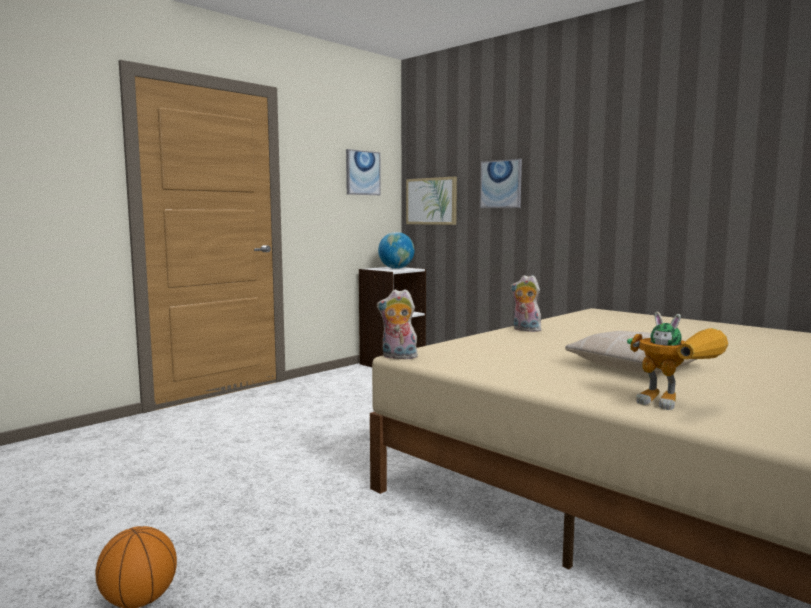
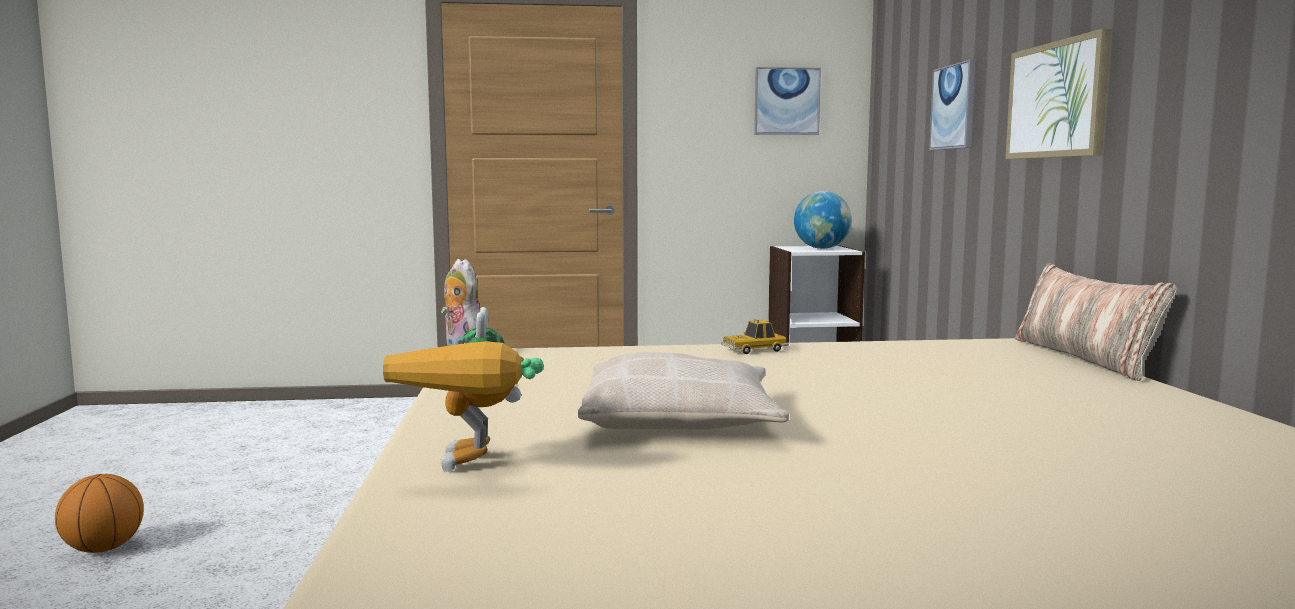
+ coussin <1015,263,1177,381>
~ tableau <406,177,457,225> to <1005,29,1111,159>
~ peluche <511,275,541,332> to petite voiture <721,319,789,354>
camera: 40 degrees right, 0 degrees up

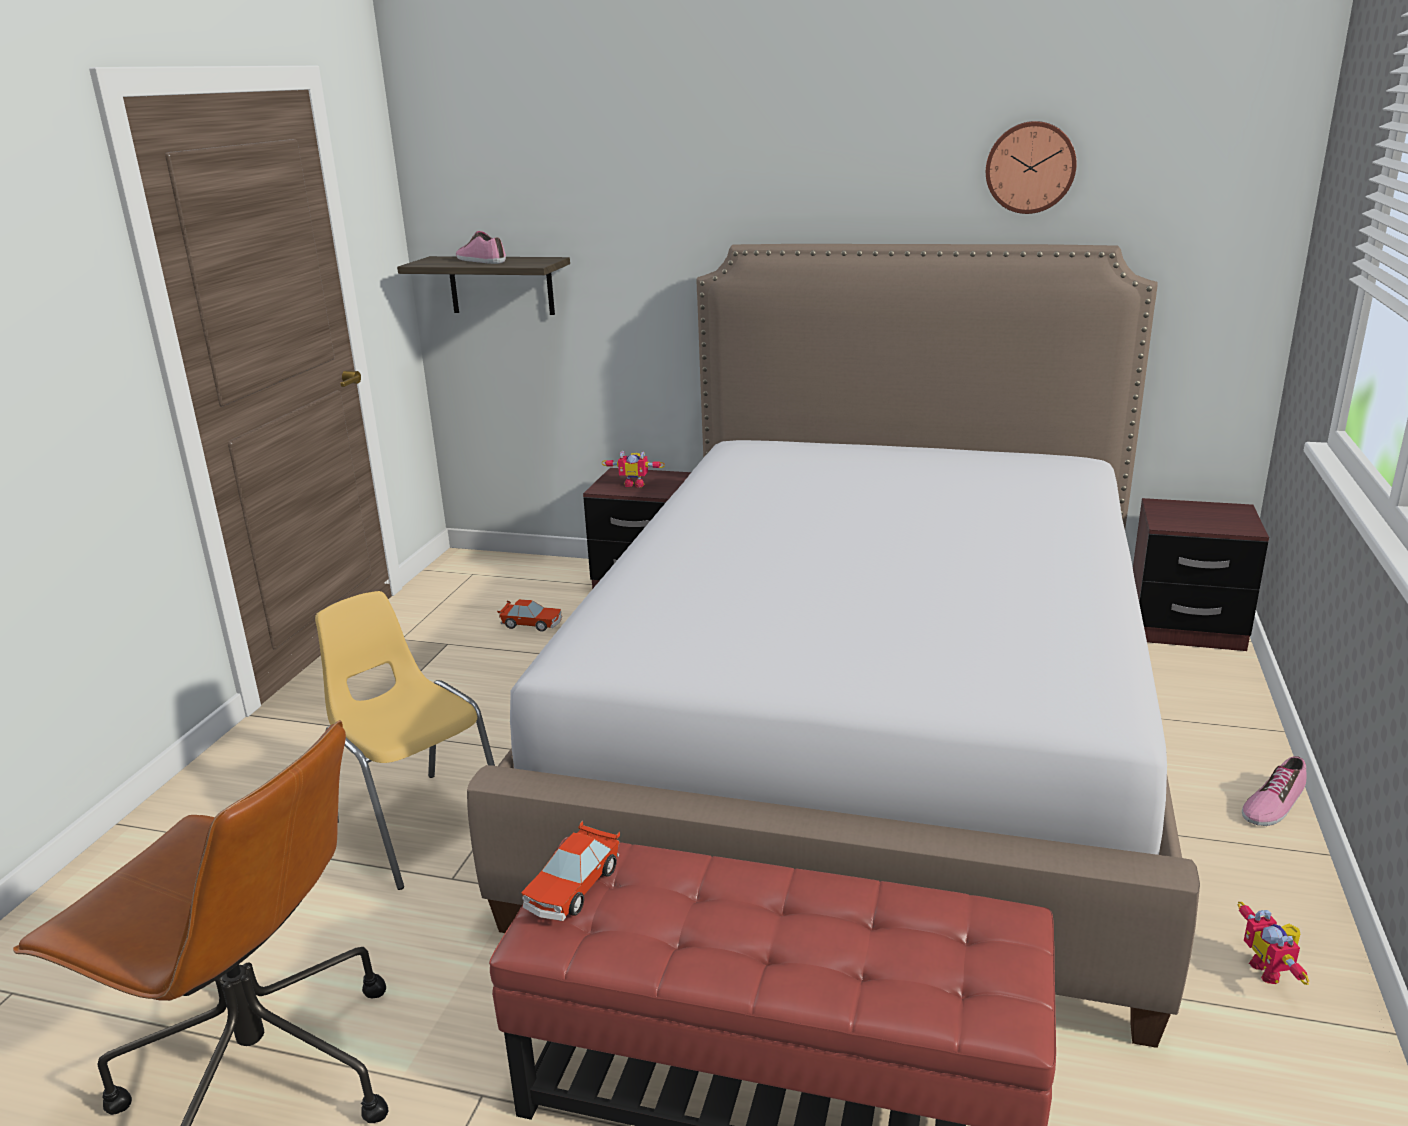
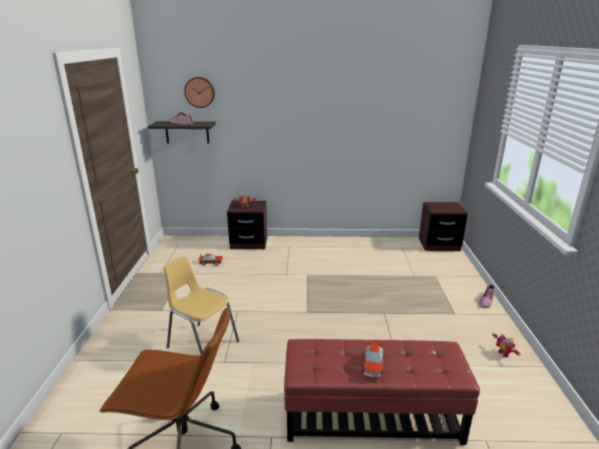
- lit <467,244,1200,1048>
~ petite voiture <521,821,620,921> to <363,340,384,377>
~ horloge murale <986,121,1077,214> to <184,77,215,108>
camera: 15 degrees left, 0 degrees up

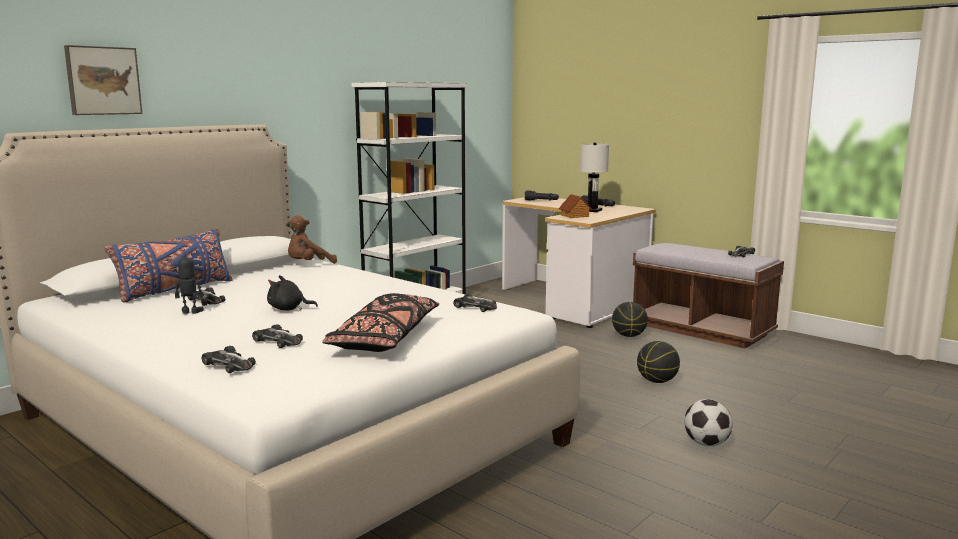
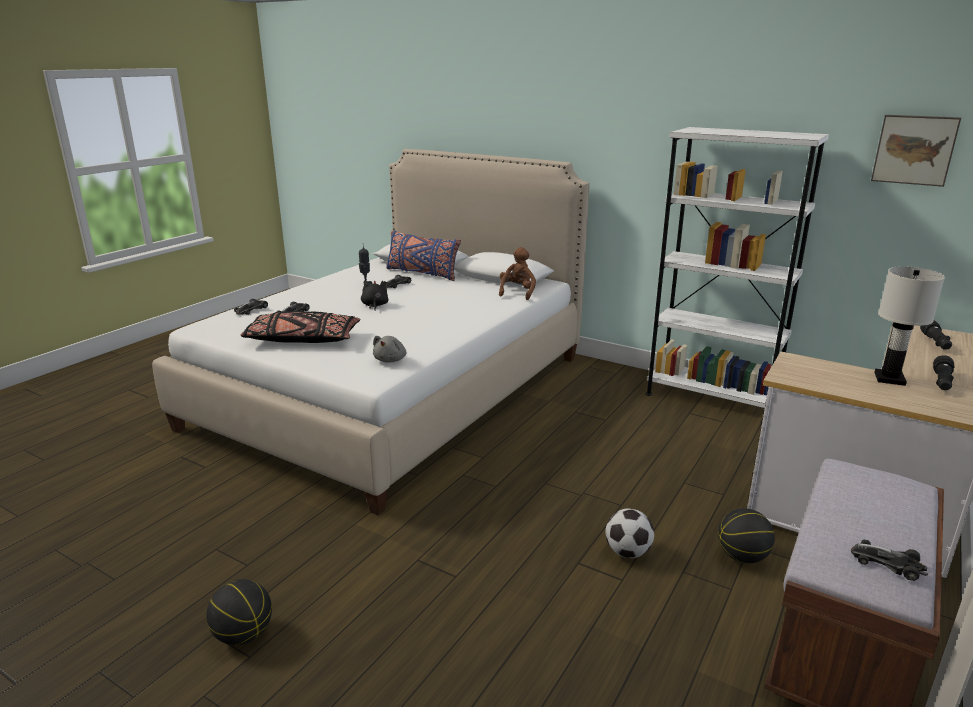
- maison miniature <559,194,593,218>
~ tableau <64,45,142,115> to <871,115,961,187>
~ ballon de basket <637,341,680,383> to <206,579,272,645>
~ ballon de foot <684,399,733,446> to <605,509,654,558>
~ petite voiture <453,294,497,312> to peluche (gris) <373,336,406,362>
~ peluche (marron) <286,215,337,264> = <499,247,536,300> 60 degrees clockwise
camera: 80 degrees right, 10 degrees up

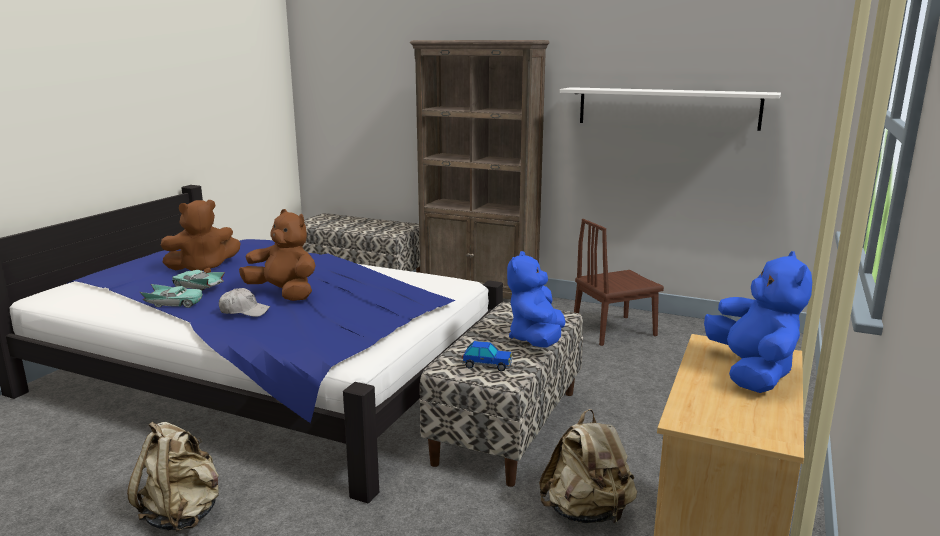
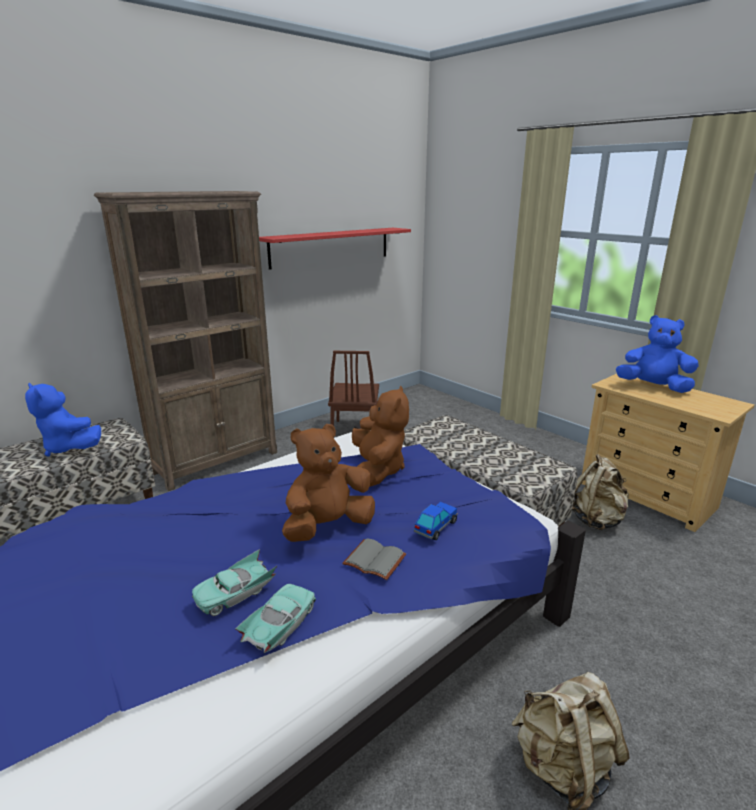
~ peluche (marron) <161,200,240,273> to <352,386,409,487>
~ petite voiture <462,341,512,372> to <414,502,458,540>
~ peluche (bleu) <507,251,565,347> to <25,383,101,457>
~ casquette (blanc) <219,288,270,317> to livre (gris) <342,539,406,580>
~ étagère (blanc) <560,87,781,131> to étagère (rouge) <259,228,411,270>
camera: 65 degrees left, 5 degrees up

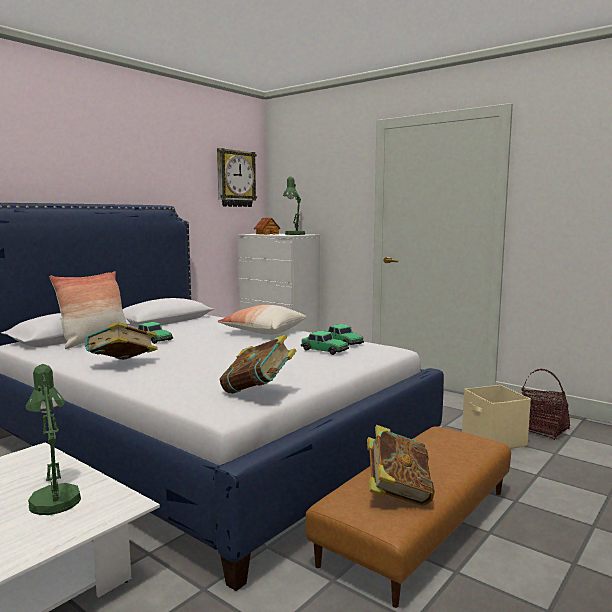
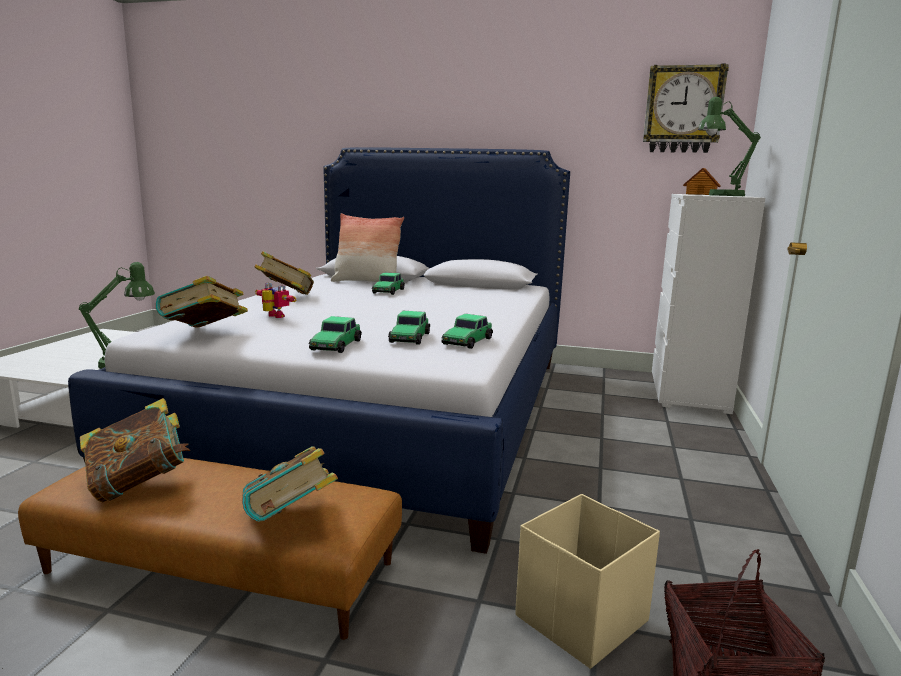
- coussin <218,305,307,334>
+ livre <242,446,338,522>
+ robot jouet <255,283,297,318>
+ petite voiture <309,316,362,353>
camera: 65 degrees right, 5 degrees up

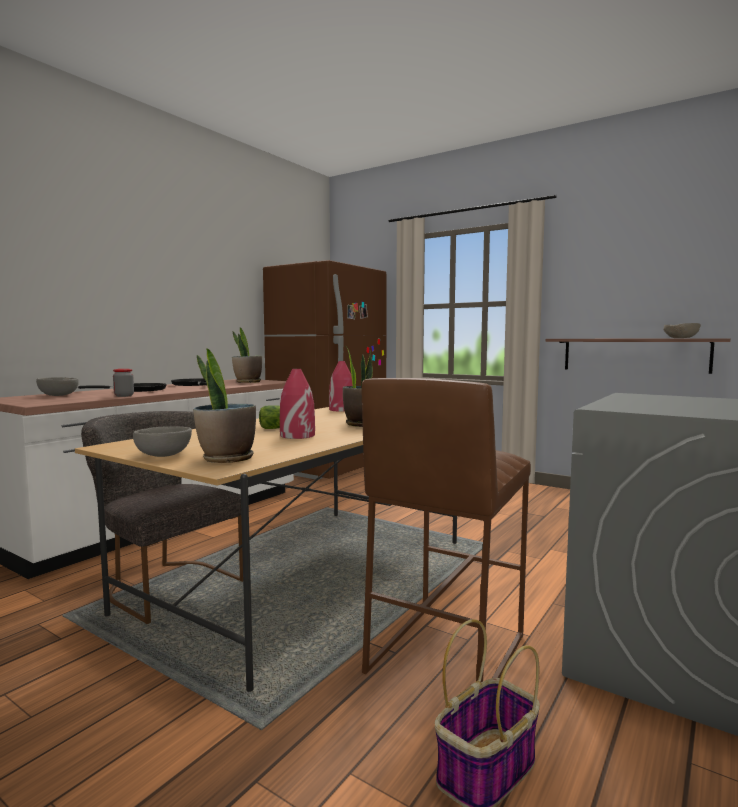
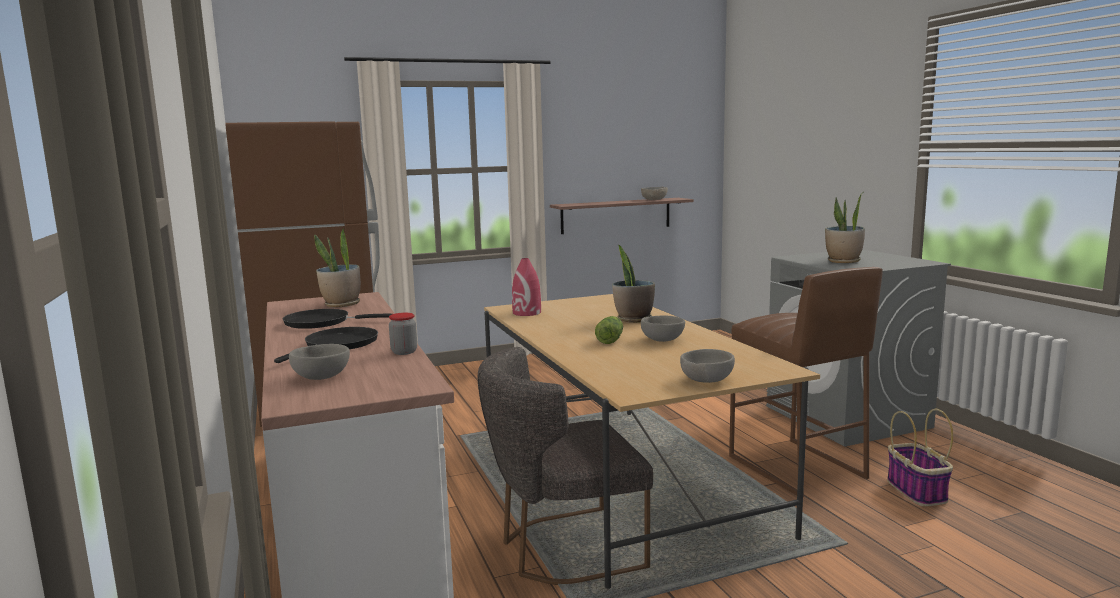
~ plante en pot <193,348,256,463> to <825,192,865,263>
~ vase (rouge) <280,369,315,439> to bol (gris) <641,315,685,342>
camera: 55 degrees left, 5 degrees up

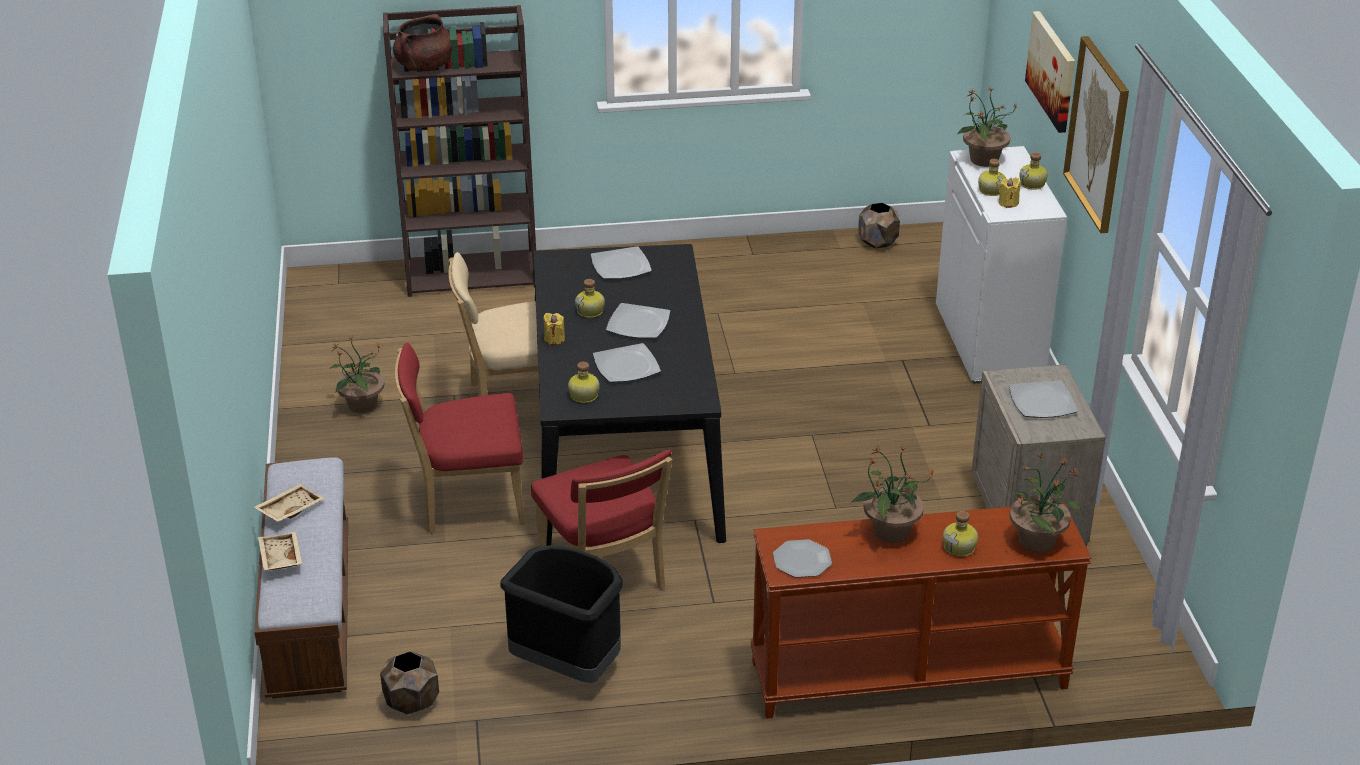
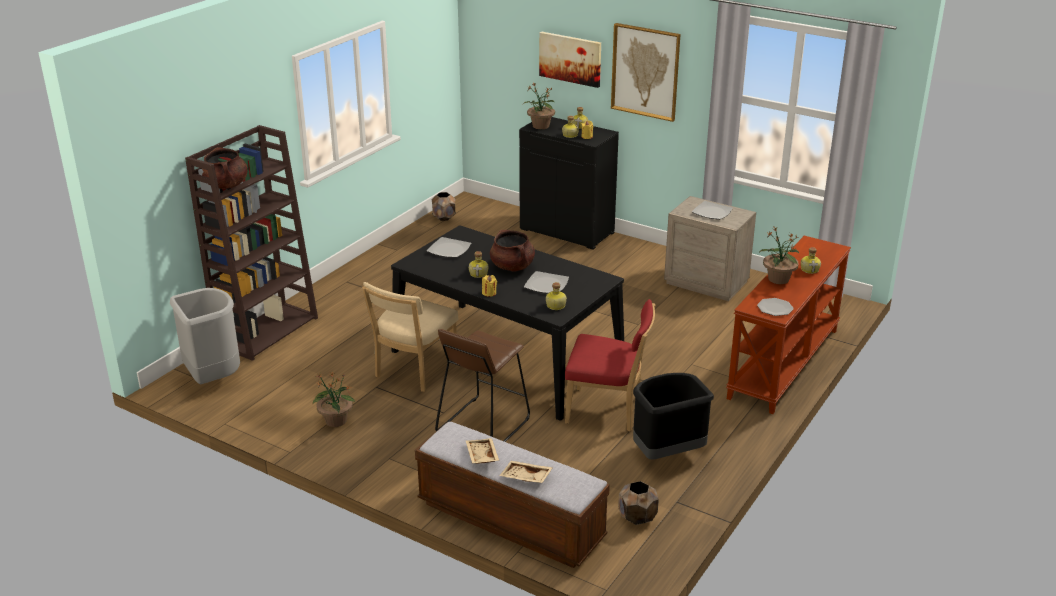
- plante en pot <1010,453,1082,552>
+ poubelle (gris) <170,288,240,384>
~ chaise (rouge) <395,342,525,533> to tabouret (marron) <435,329,530,442>
~ assiette <606,303,670,338> to marmite (marron) <490,230,535,271>
~ meuble de rangement (blanc) <936,146,1067,384> to meuble de rangement (noir) <519,117,619,250>
camera: 50 degrees left, 5 degrees down

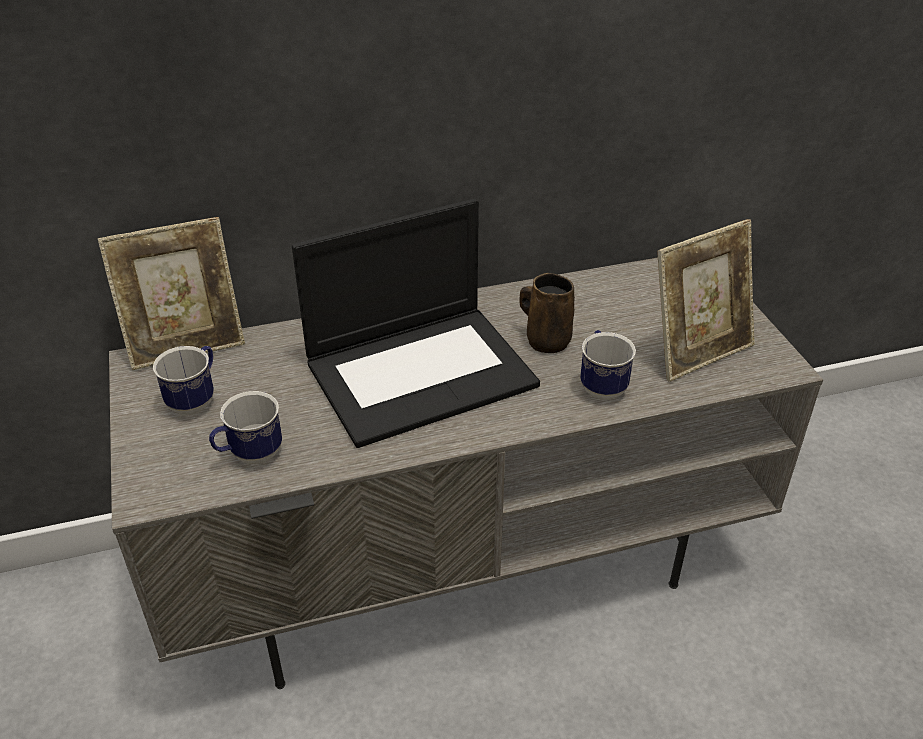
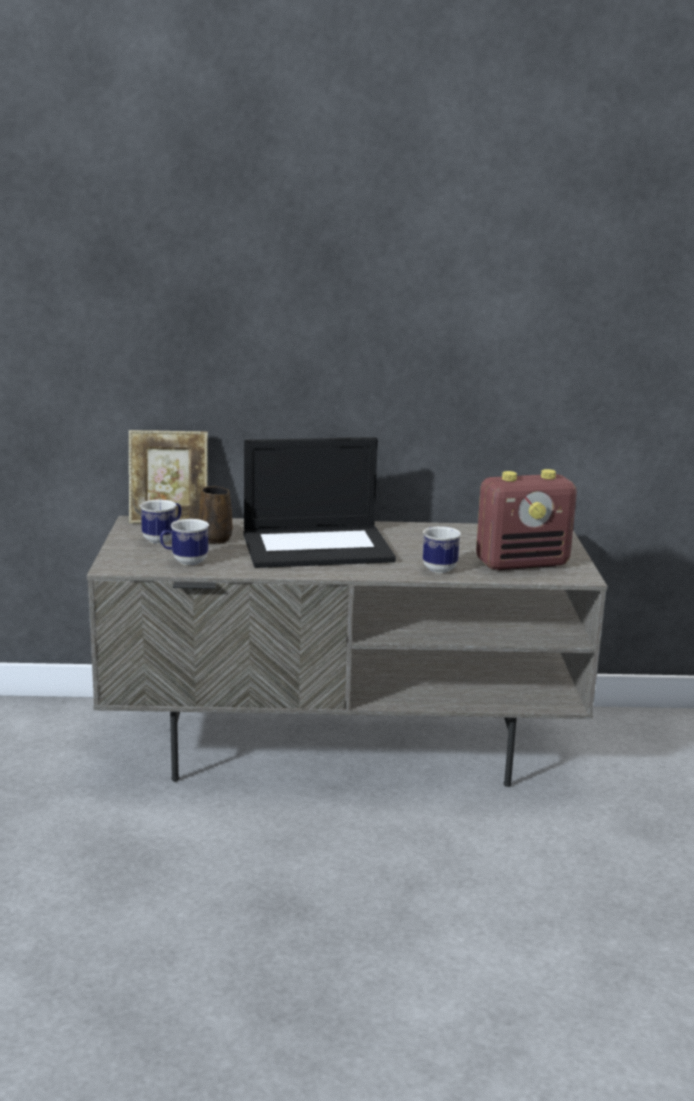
~ mug (marron) <519,273,575,353> to <199,486,233,544>
~ cadre photo <657,219,755,382> to radio <476,469,577,570>
camera: 15 degrees right, 20 degrees down

